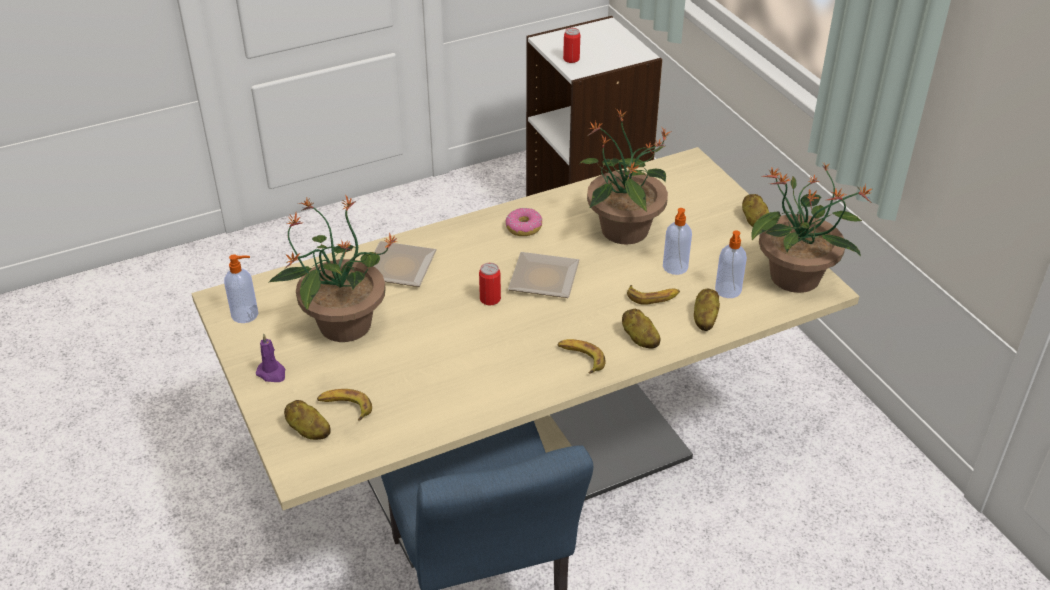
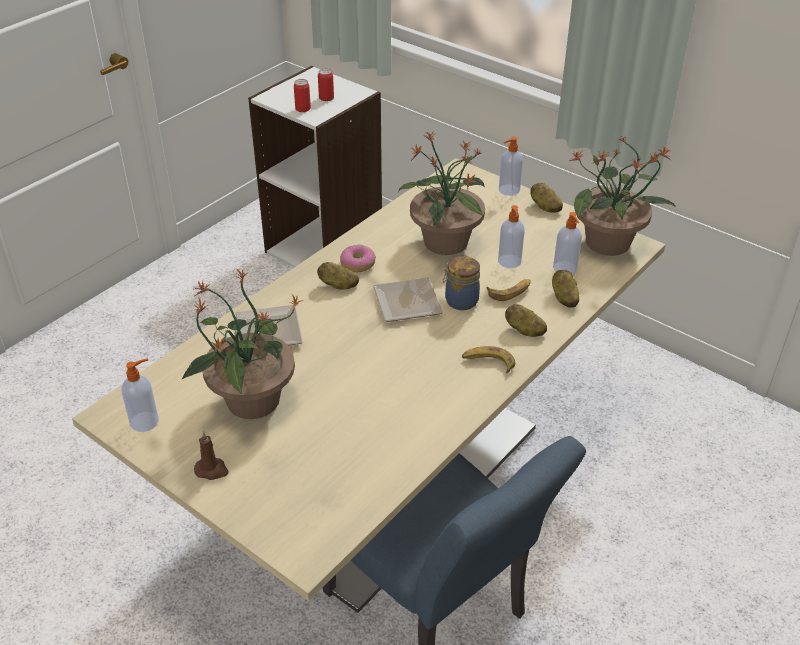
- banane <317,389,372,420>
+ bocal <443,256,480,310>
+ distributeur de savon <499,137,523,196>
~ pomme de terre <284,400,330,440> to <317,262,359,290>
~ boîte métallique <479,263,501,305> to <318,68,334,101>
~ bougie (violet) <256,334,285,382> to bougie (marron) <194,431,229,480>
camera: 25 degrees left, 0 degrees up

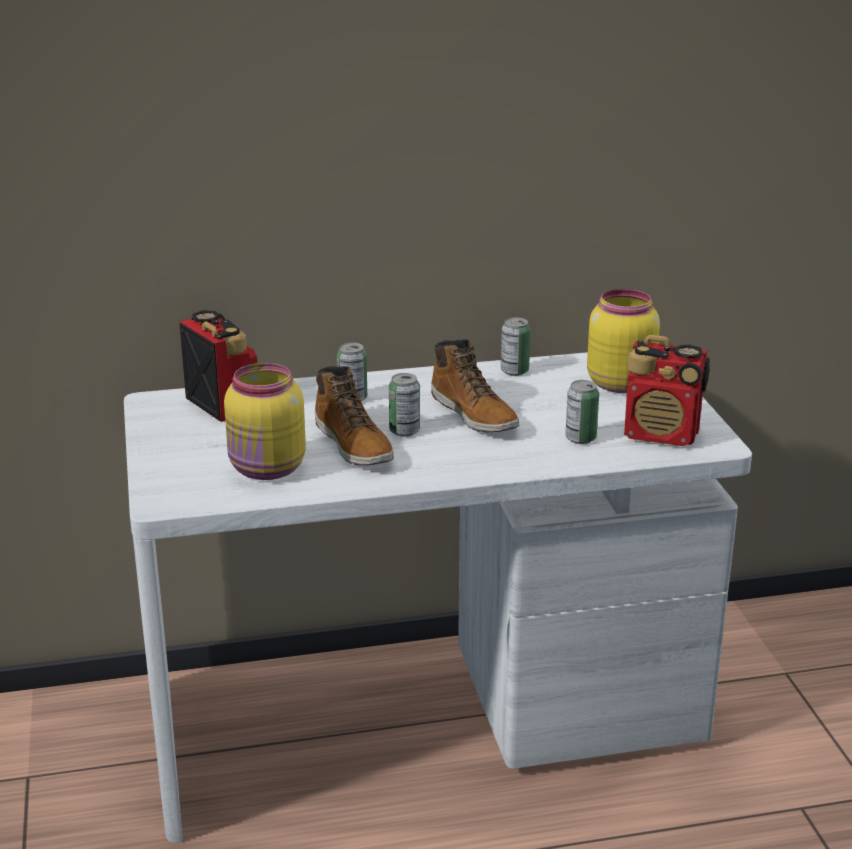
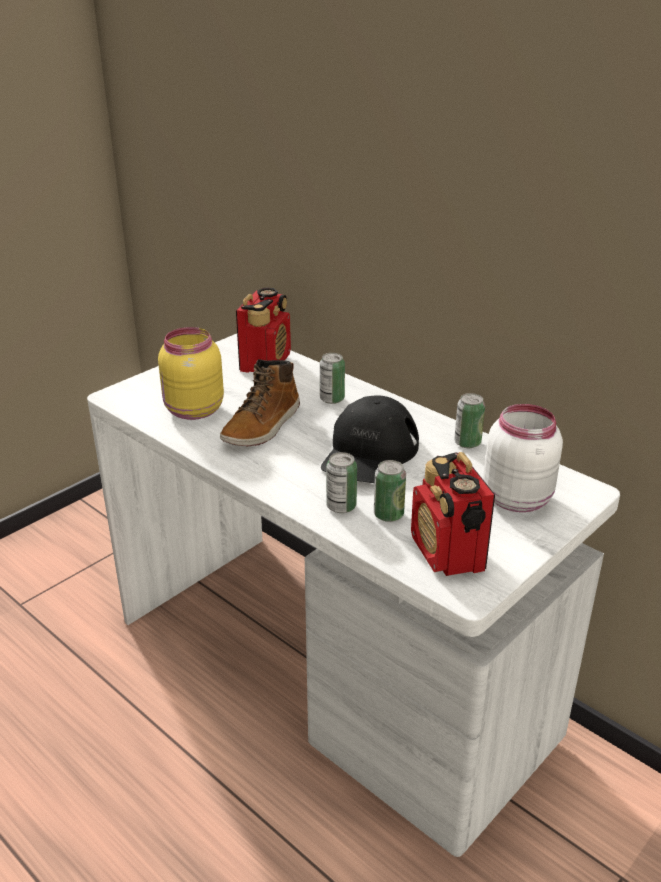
~ boîte métallique <389,373,420,437> to <326,452,357,513>
~ botte <431,339,519,433> to casquette (noir) <321,395,419,483>
~ bocal (jaune) <587,289,660,393> to bocal (blanc) <483,404,563,512>
camera: 55 degrees right, 5 degrees up

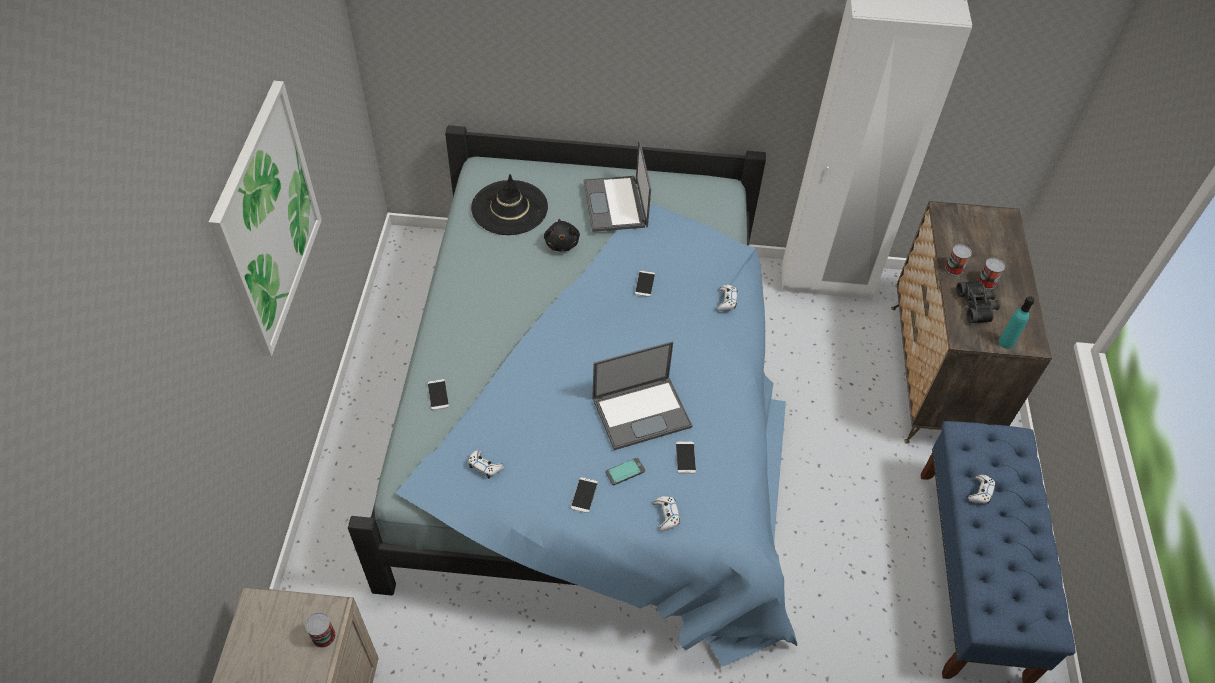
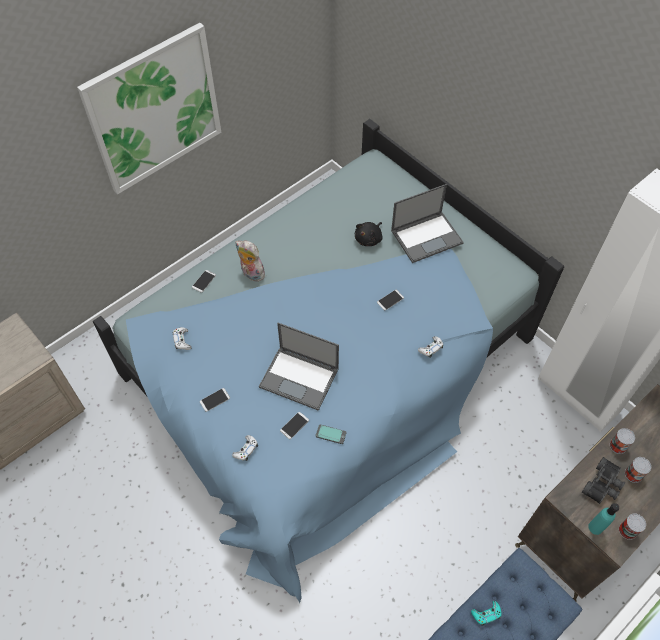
- chapeau (noir) <471,174,548,235>
+ peluche <235,240,265,282>
~ boîte métallique <305,612,336,648> to <619,513,646,540>
~ téléphone <606,458,645,485> to <315,424,347,444>
~ manette (blanc) <968,475,996,504> to manette (turquoise) <471,601,501,626>
~ ordinateur portable <584,139,651,232> = <391,184,464,263> 150 degrees counterclockwise
camera: 45 degrees right, 5 degrees up

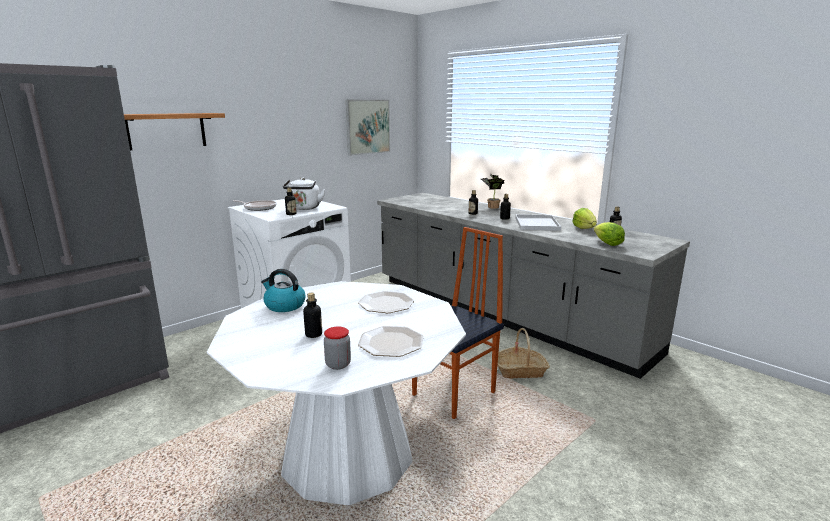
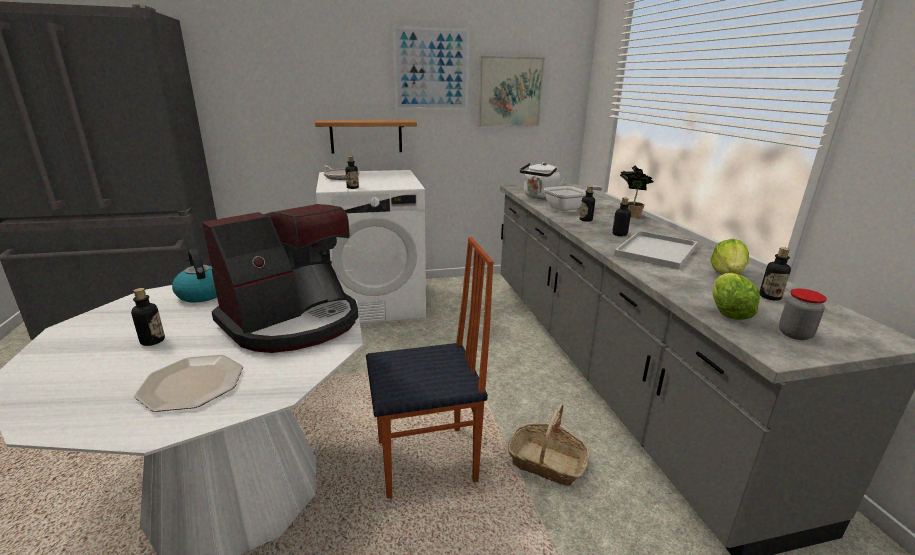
+ tableau <393,26,470,110>
+ poêle <544,186,603,211>
~ étagère <124,113,225,150> to <315,120,417,154>
~ bouilloire (blanc) <283,178,325,210> to <519,162,566,199>
~ bocal <324,327,351,370> to <779,288,827,340>
~ assiette <358,291,414,313> to machine à café <202,204,359,353>
camera: 30 degrees right, 5 degrees up

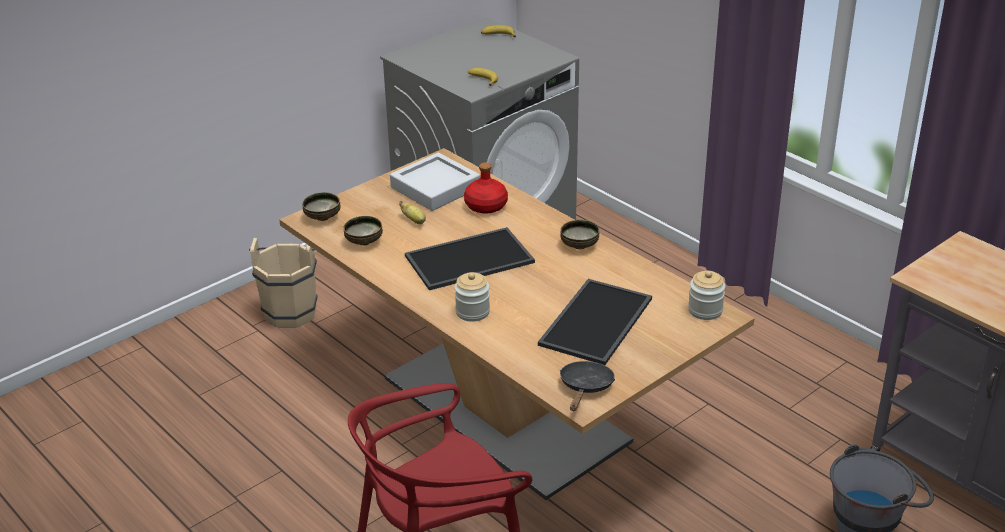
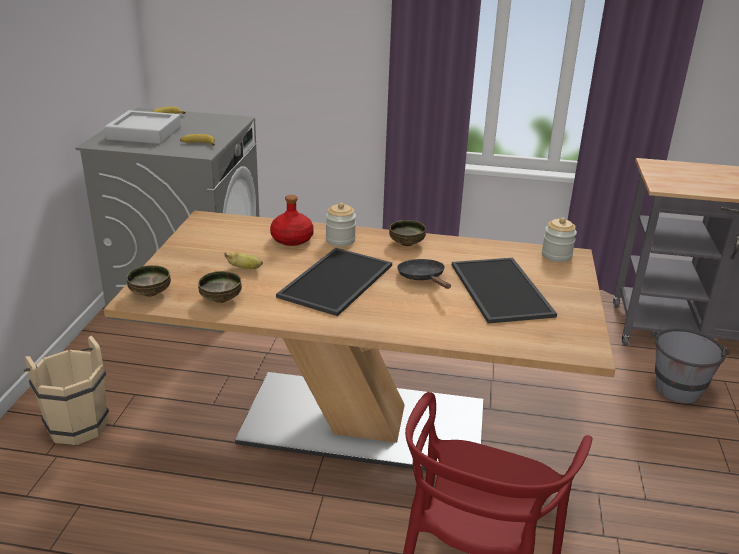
~ plateau (gris) <390,153,480,211> to <105,110,181,144>
~ bocal <454,272,490,322> to <326,203,356,246>
~ poêle (noir) <560,361,615,411> to <397,259,451,289>
camera: 40 degrees left, 5 degrees down

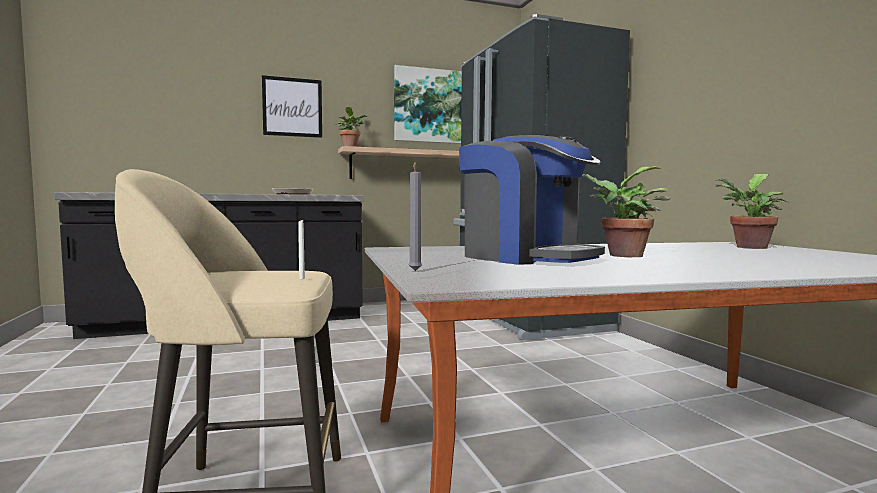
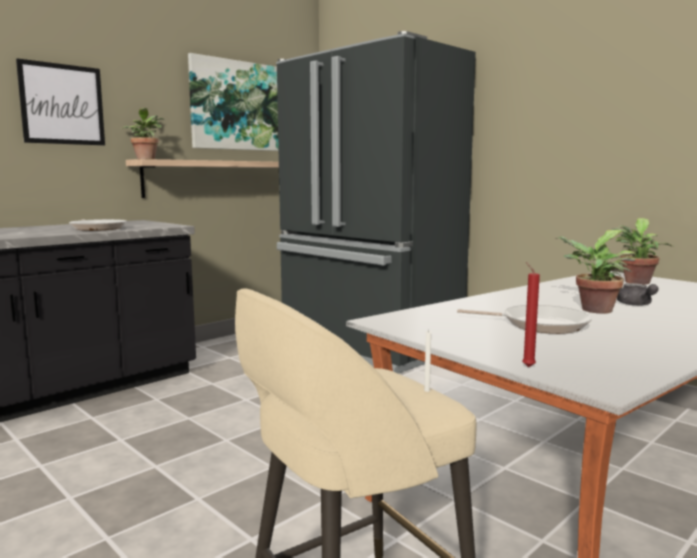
+ théière (gris) <617,283,659,306>
~ machine à café <459,135,605,265> to poêle <457,305,592,334>
~ bougie (gris) <409,162,422,271> to bougie (rouge) <522,262,540,367>
camera: 25 degrees left, 5 degrees up

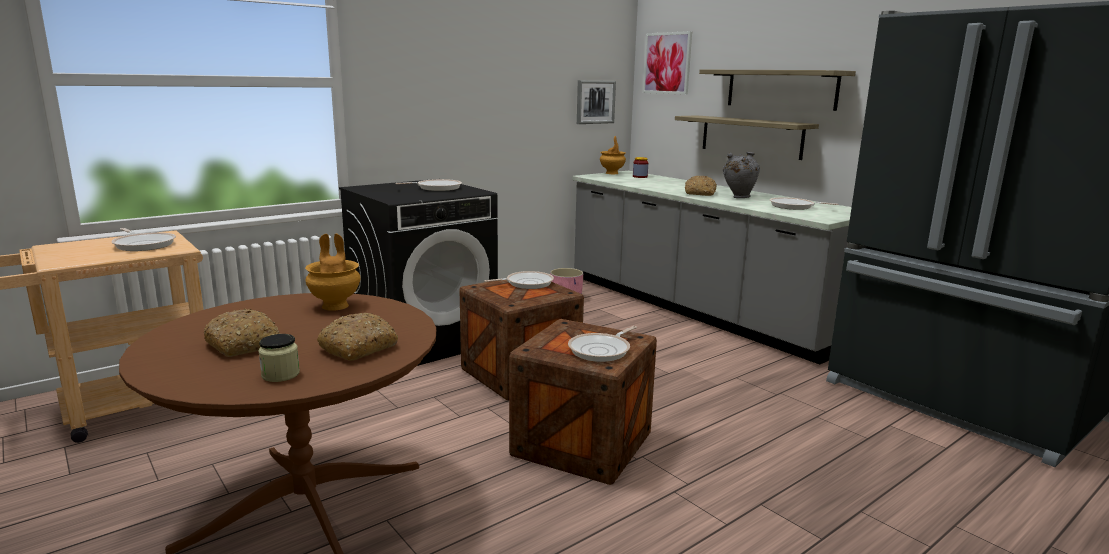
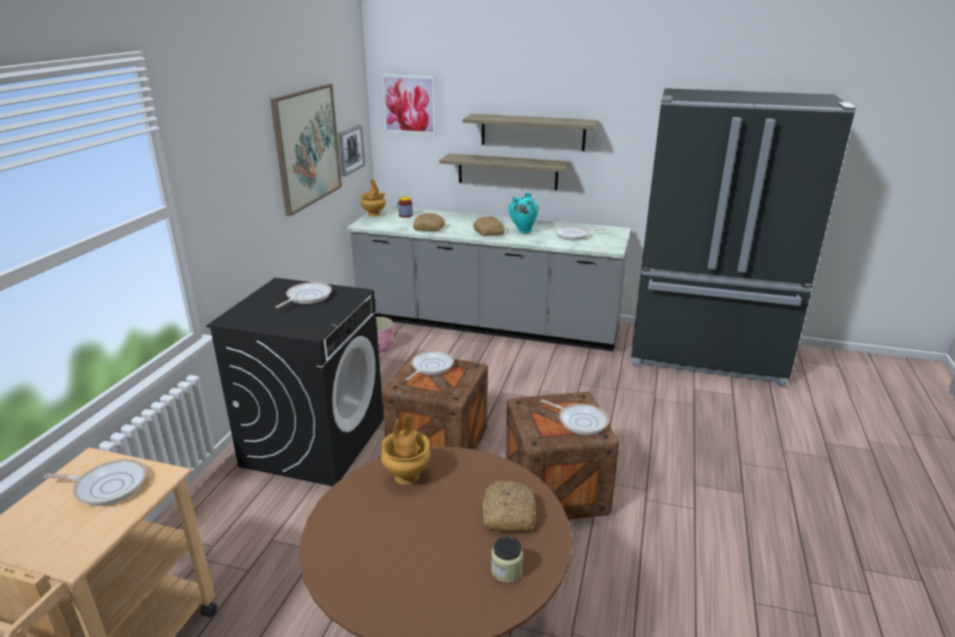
+ tableau <270,84,342,216>
~ pain <204,309,280,357> to <413,213,445,232>
~ vase (gris) <723,152,760,198> to vase (turquoise) <508,193,538,233>
~ poêle <568,326,637,362> = <540,399,609,435> 60 degrees counterclockwise
camera: 35 degrees left, 10 degrees up

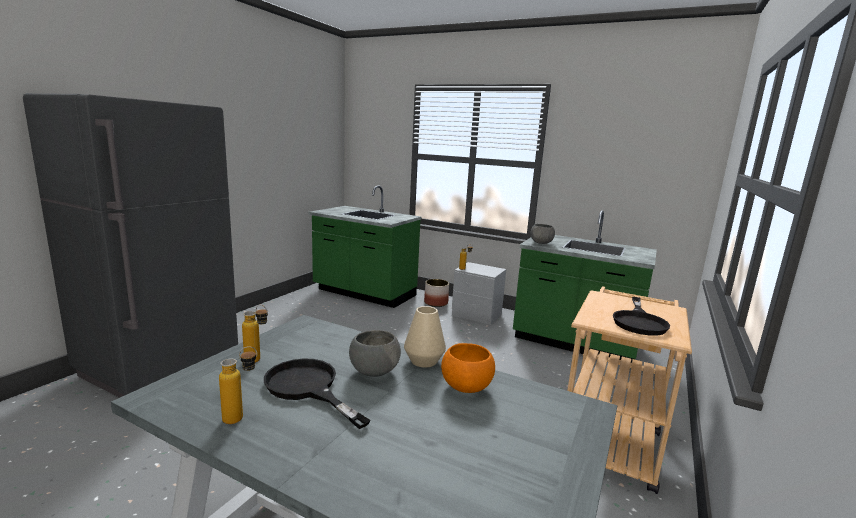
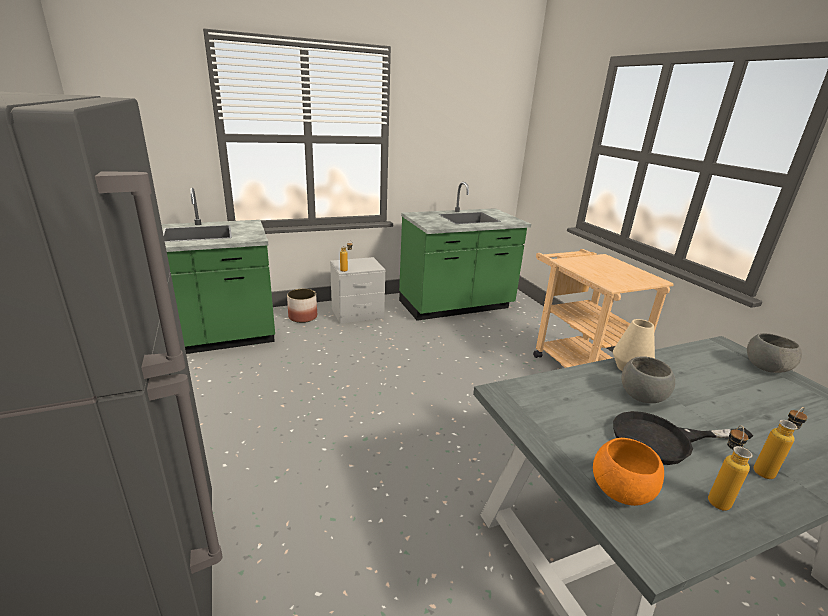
- poêle (noir) <613,297,670,336>
~ bouteille <242,305,268,363> to <753,407,807,479>
~ bol (orange) <441,343,495,393> to <593,438,664,506>
~ bol (gris) <531,224,555,244> to <747,333,802,373>
camera: 50 degrees left, 10 degrees up

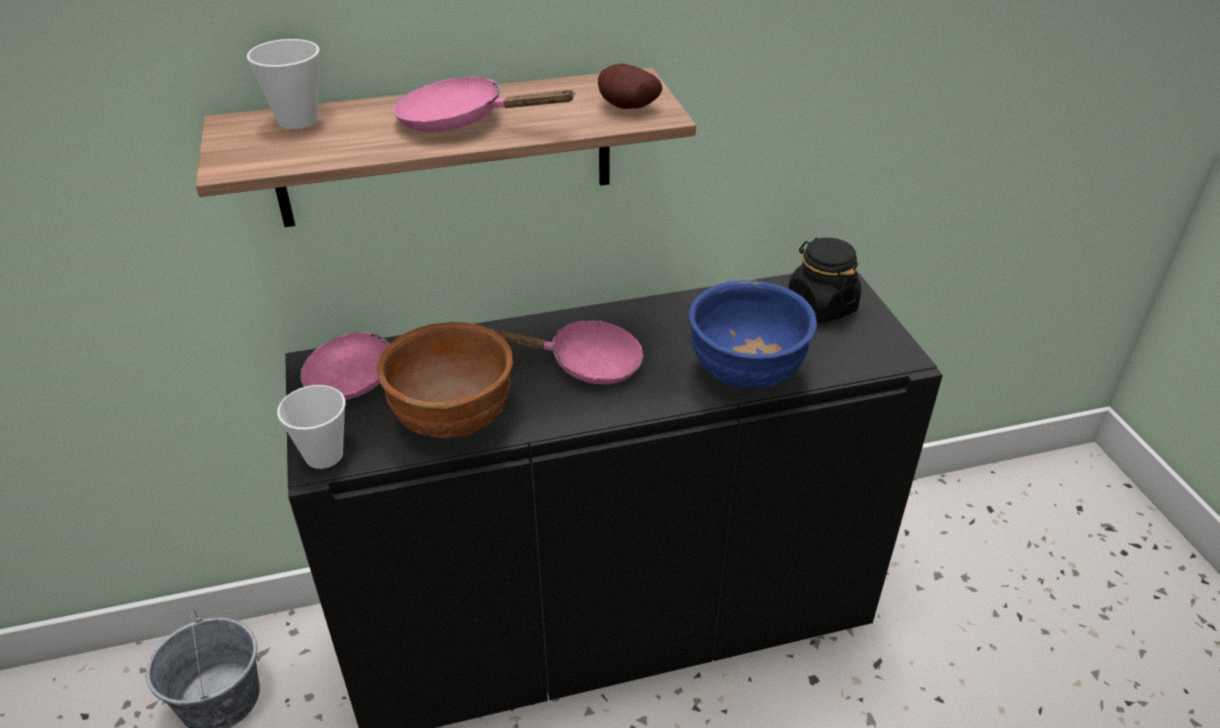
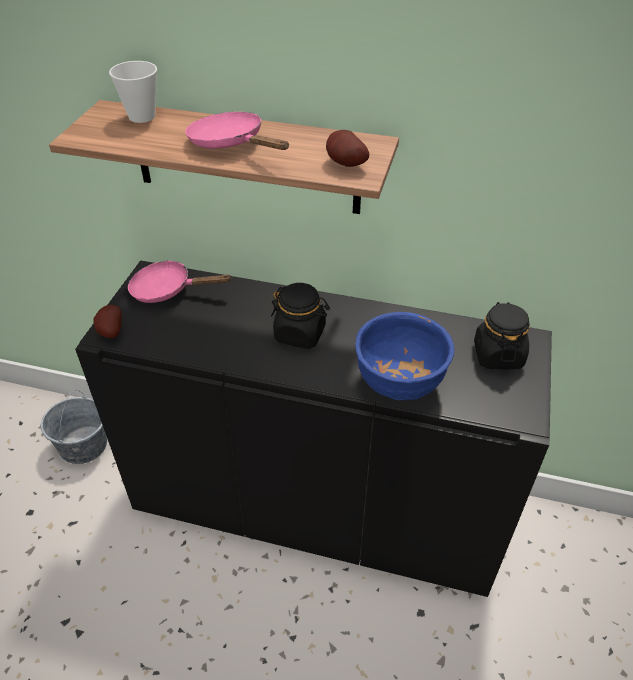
- bol (marron) <376,322,513,438>
~ tasse <277,385,345,469> to pomme de terre <93,305,122,338>
~ poêle (rose) <488,320,643,384> to bocal (noir) <271,283,330,349>
camera: 30 degrees right, 5 degrees up

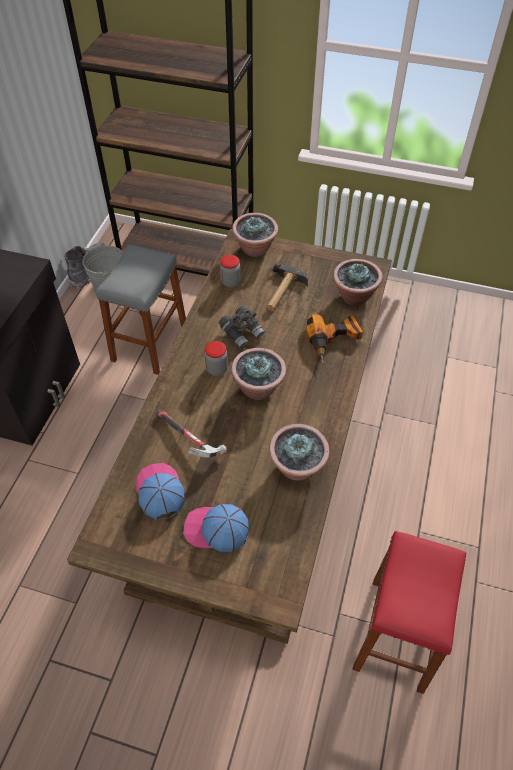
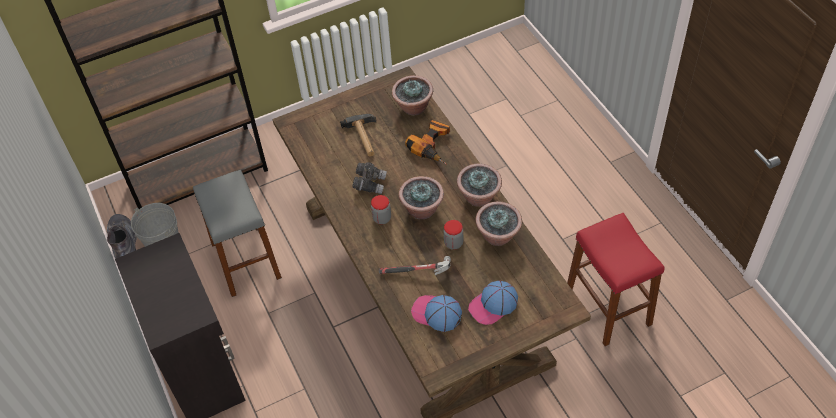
~ bocal <220,255,241,287> to <444,220,463,250>
~ plante en pot <232,213,278,257> to <457,163,502,207>
camera: 40 degrees left, 0 degrees up

